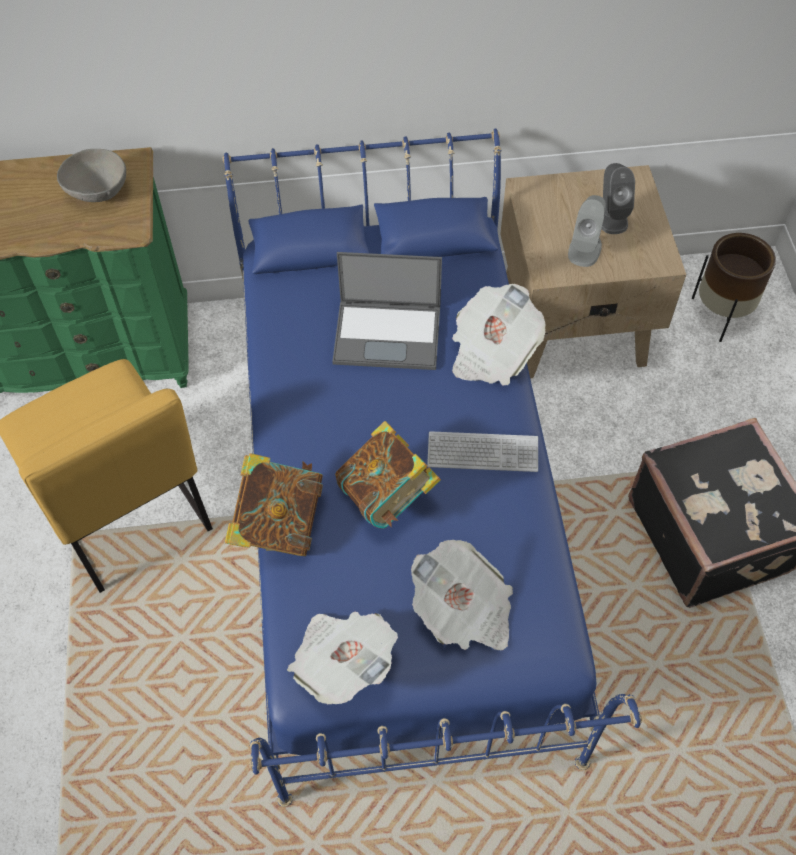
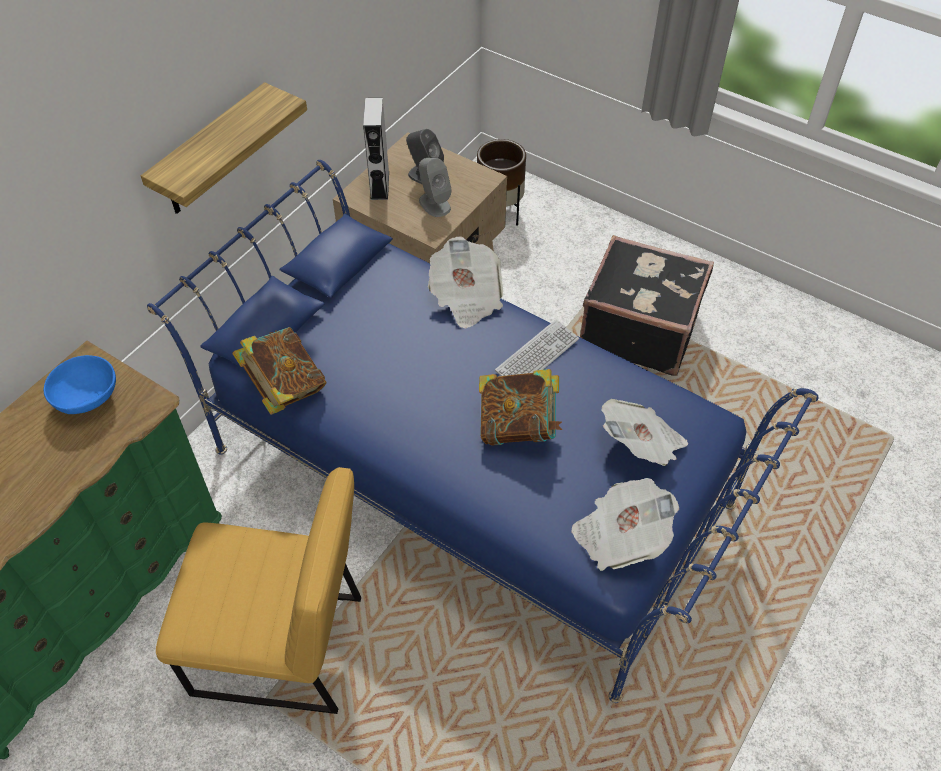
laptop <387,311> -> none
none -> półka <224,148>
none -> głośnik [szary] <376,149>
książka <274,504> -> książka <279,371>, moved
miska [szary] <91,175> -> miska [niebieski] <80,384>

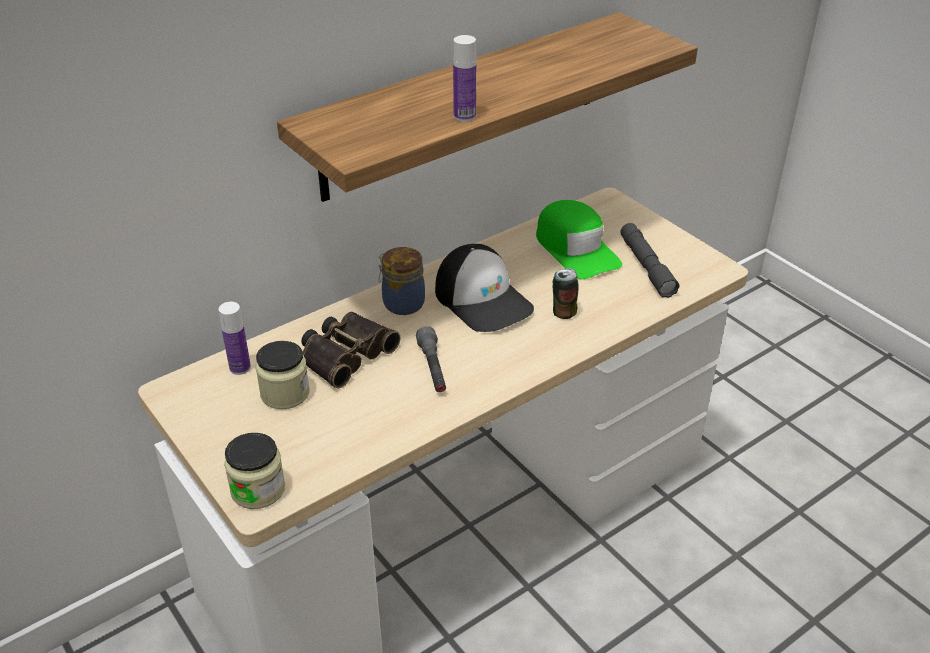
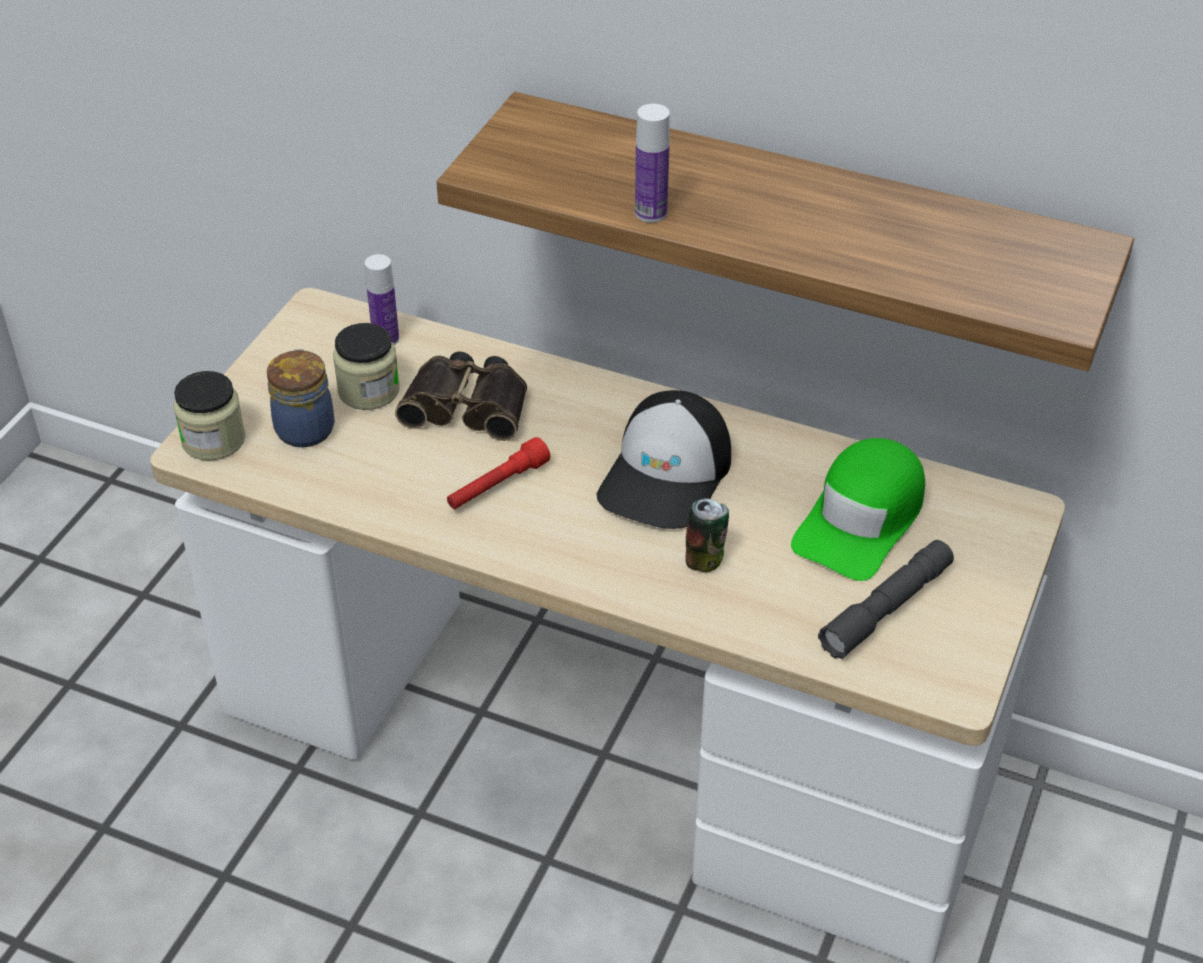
słoik <402,281> -> słoik <301,398>, moved
latarka [szary] <431,359> -> latarka [czerwony] <498,473>

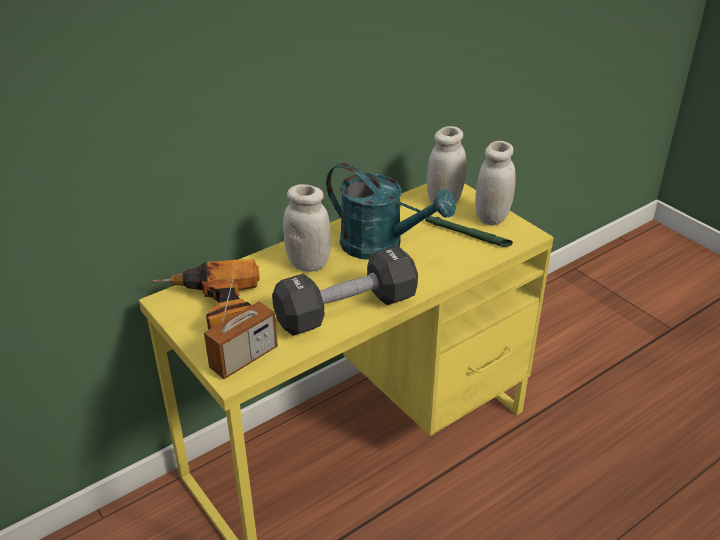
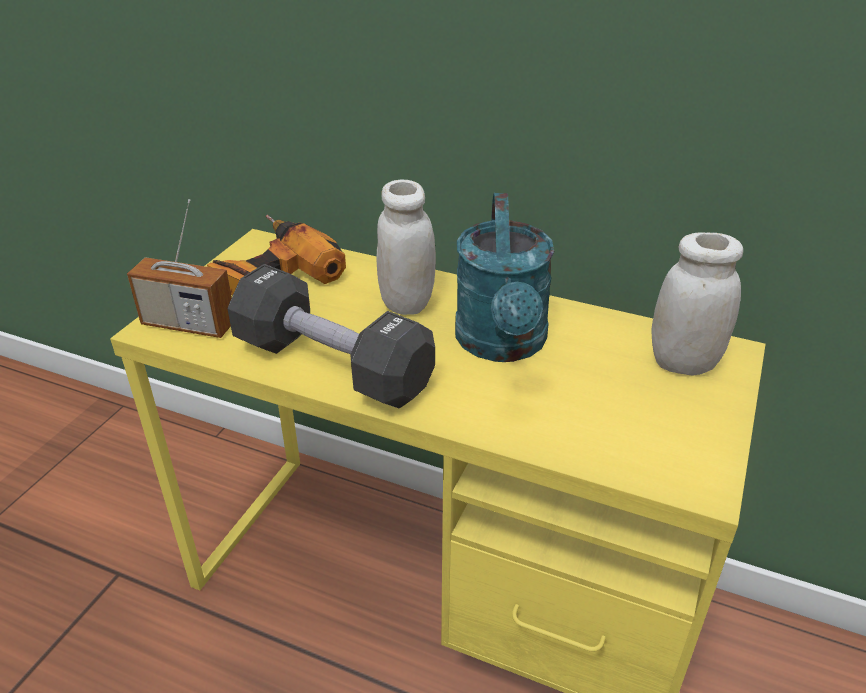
latarka [zielony] <469,231> -> none
słoik [biały] <495,183> -> none

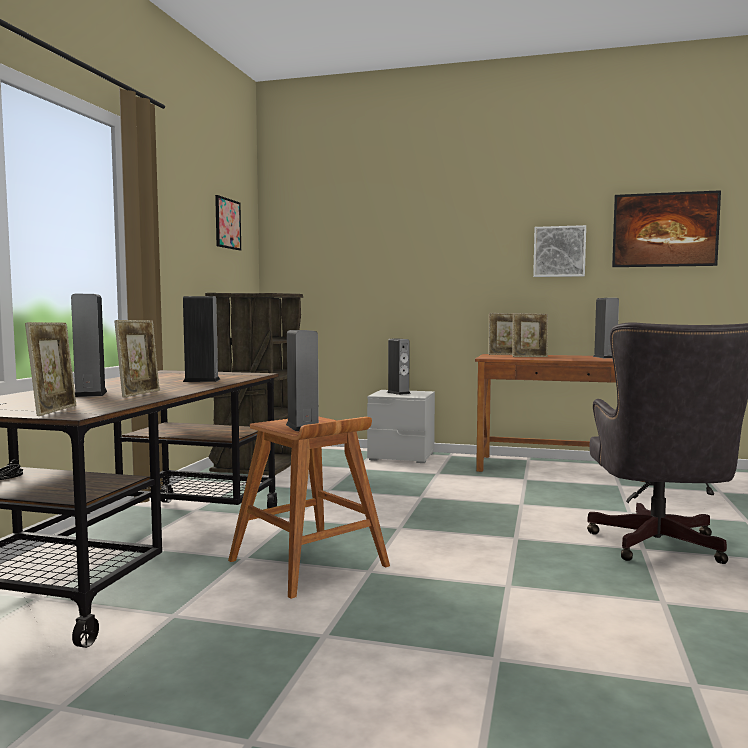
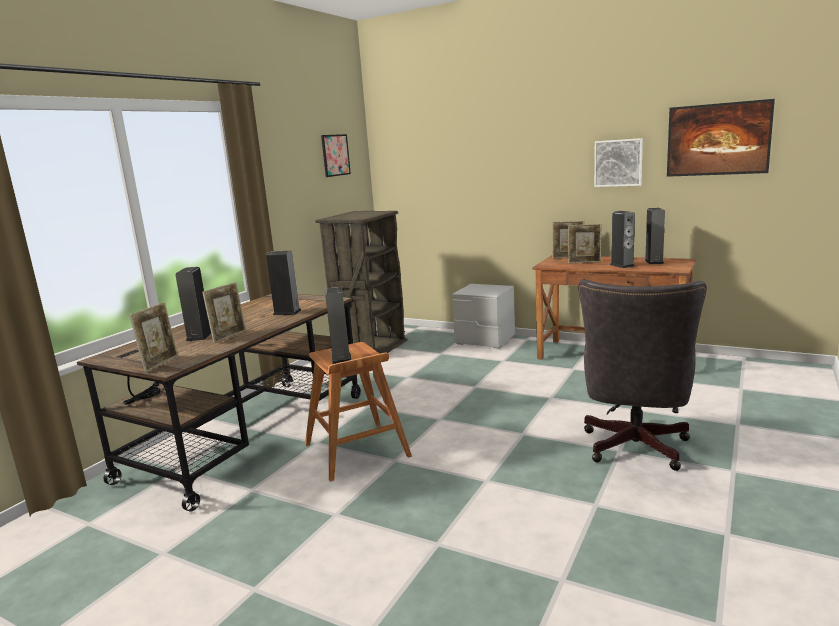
głośnik <399,366> -> głośnik <622,239>, moved

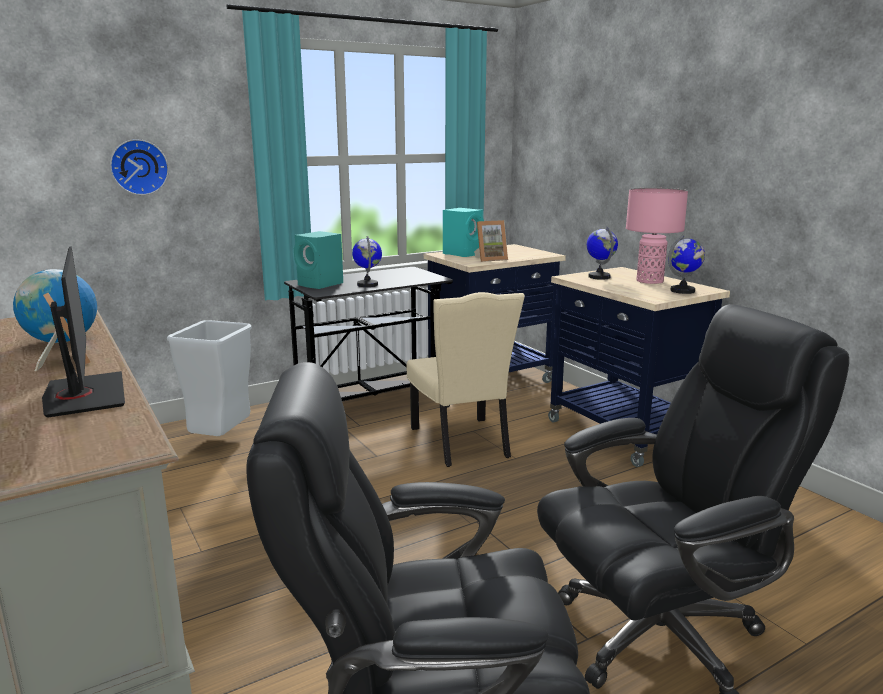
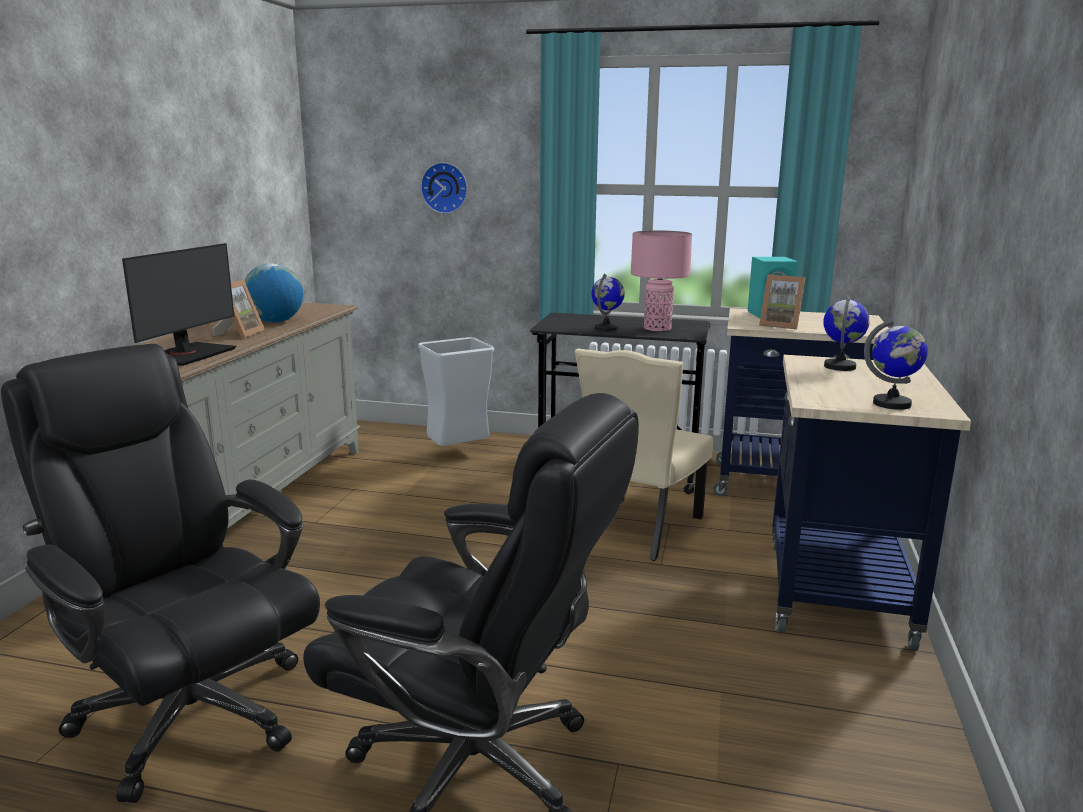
głośnik [turkusowy] <318,260> -> none
lampa stołowa [różowy] <657,236> -> lampa stołowa [różowy] <661,280>, moved

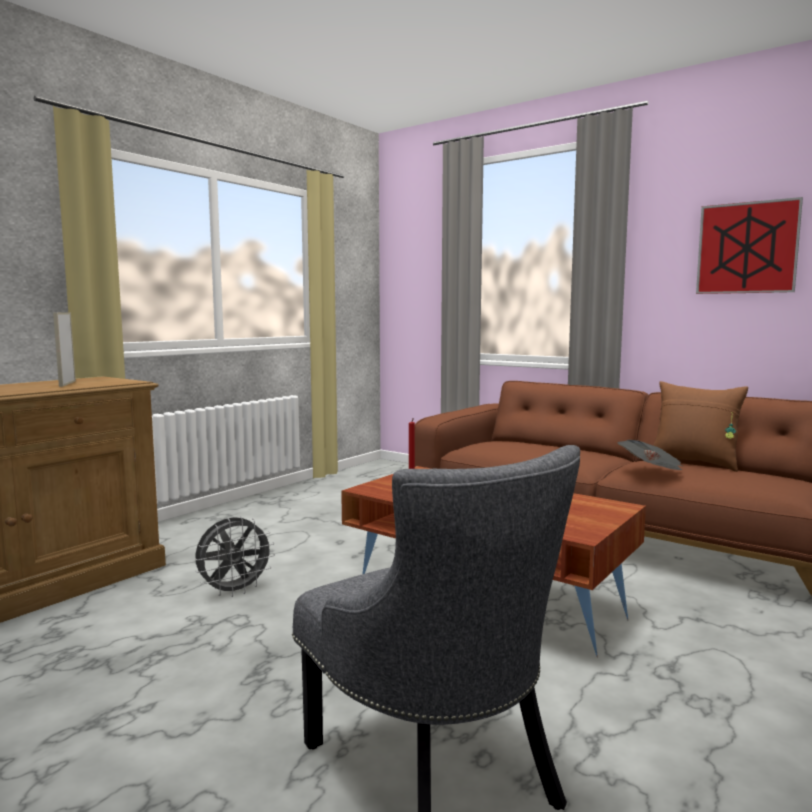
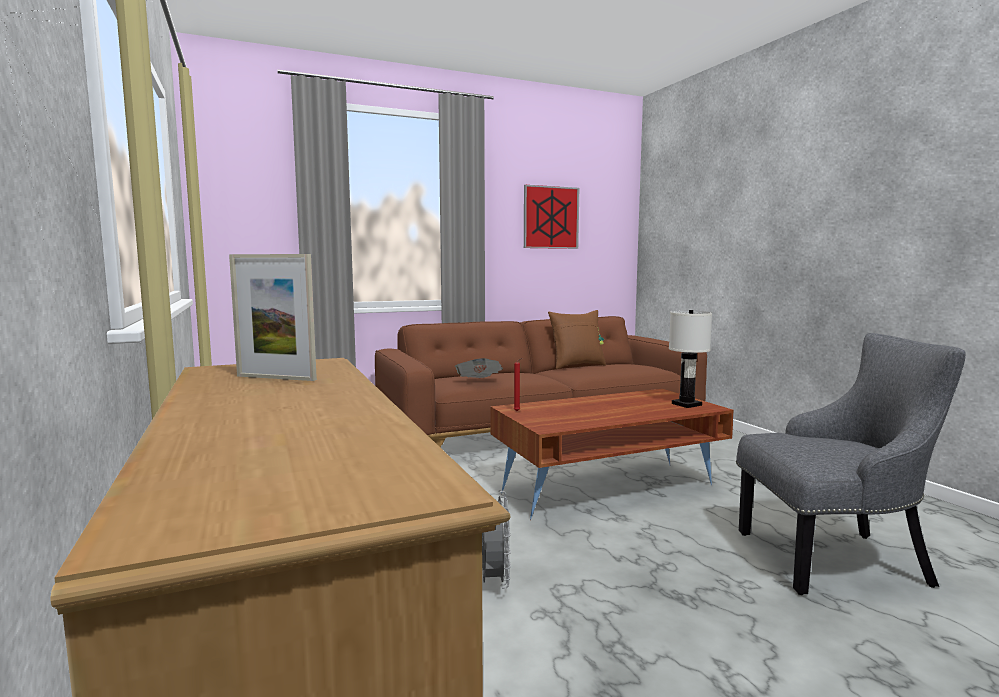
none -> lampa stołowa [biały] <690,359>
gazeta <650,455> -> gazeta <479,368>, moved

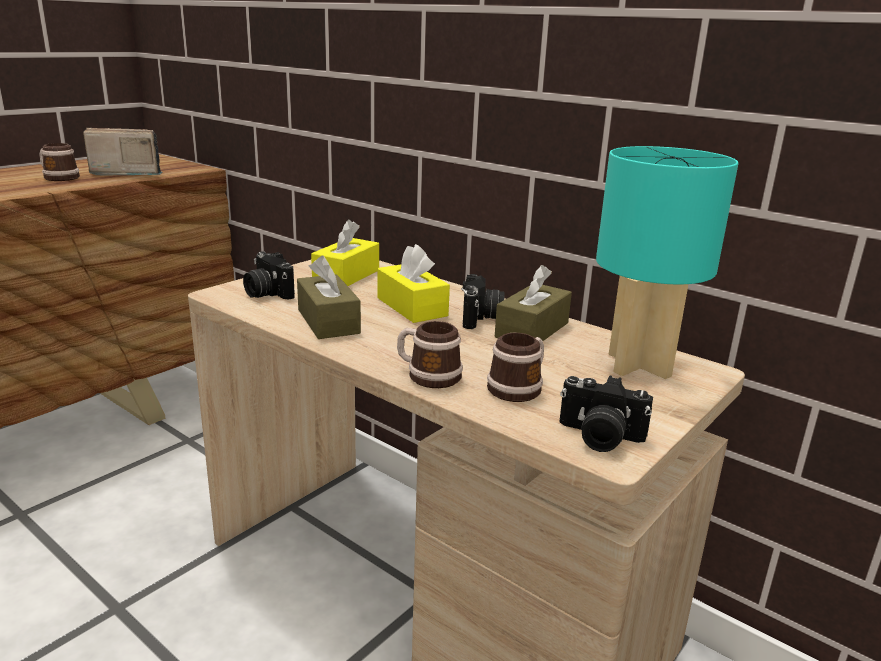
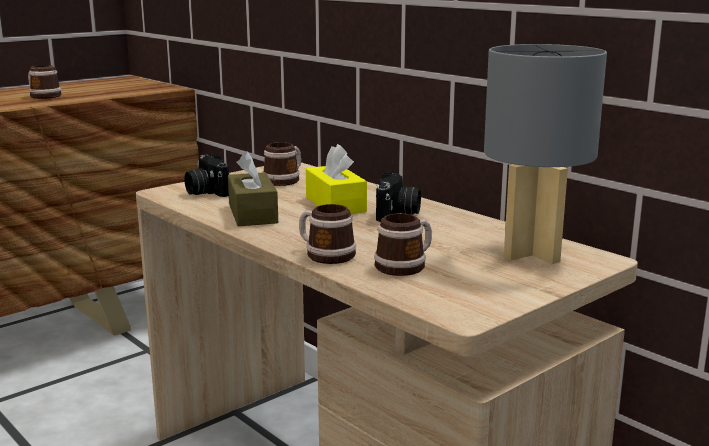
radio <122,151> -> none
pudełko chusteczek [brązowy] <533,303> -> none
aparat fotograficzny <606,414> -> none
pudełko chusteczek [żółty] <345,253> -> kubek <281,164>
lampa stołowa [turkusowy] <667,262> -> lampa stołowa [szary] <545,154>

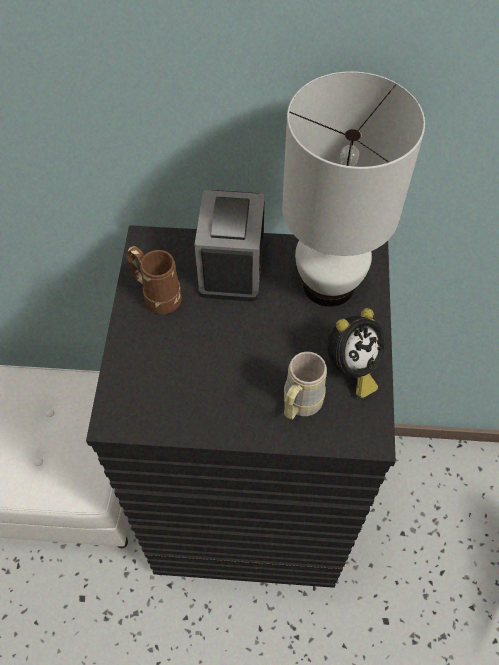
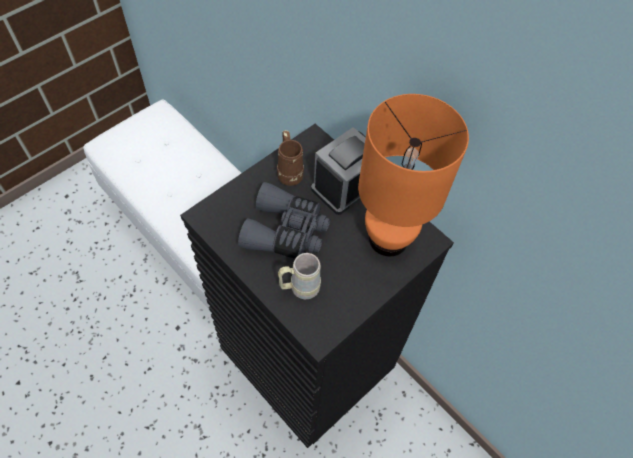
budzik <355,353> -> none
none -> lornetka [szary] <284,220>
lampa stołowa [biały] <353,189> -> lampa stołowa [pomarańczowy] <413,175>

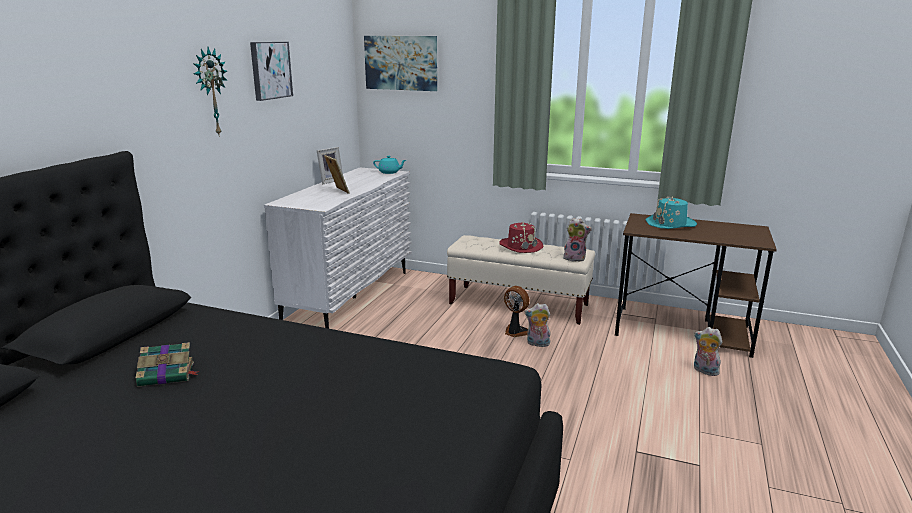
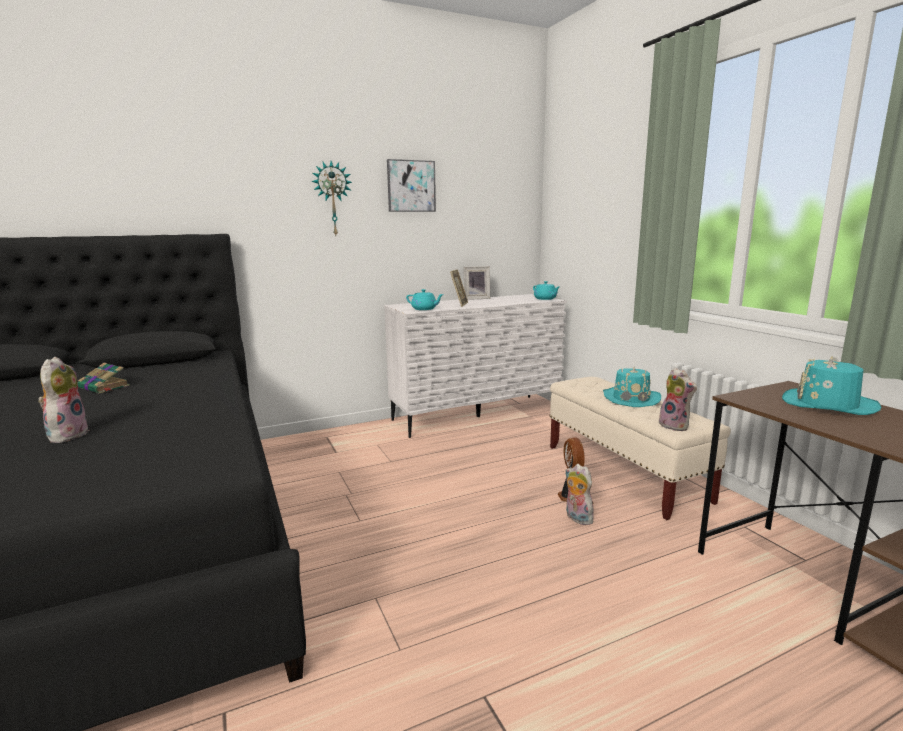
obraz <400,63> -> none
none -> imbryk [turkusowy] <425,299>
pluszak <708,351> -> pluszak <64,400>, moved
kapelusz [czerwony] <521,237> -> kapelusz [turkusowy] <632,387>

